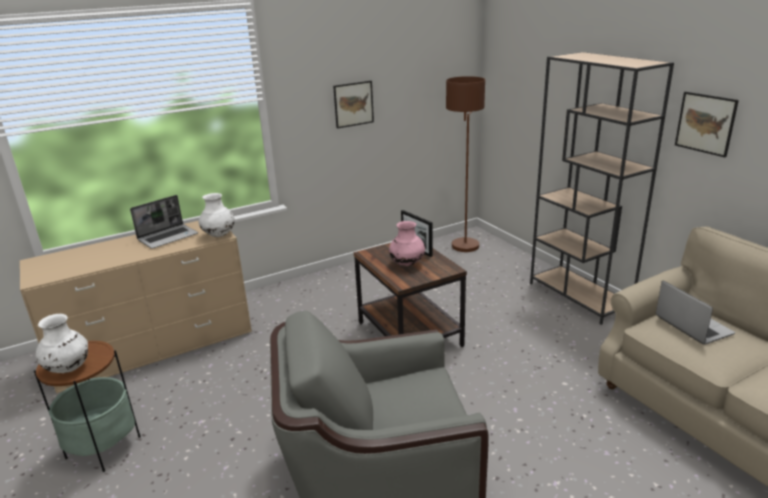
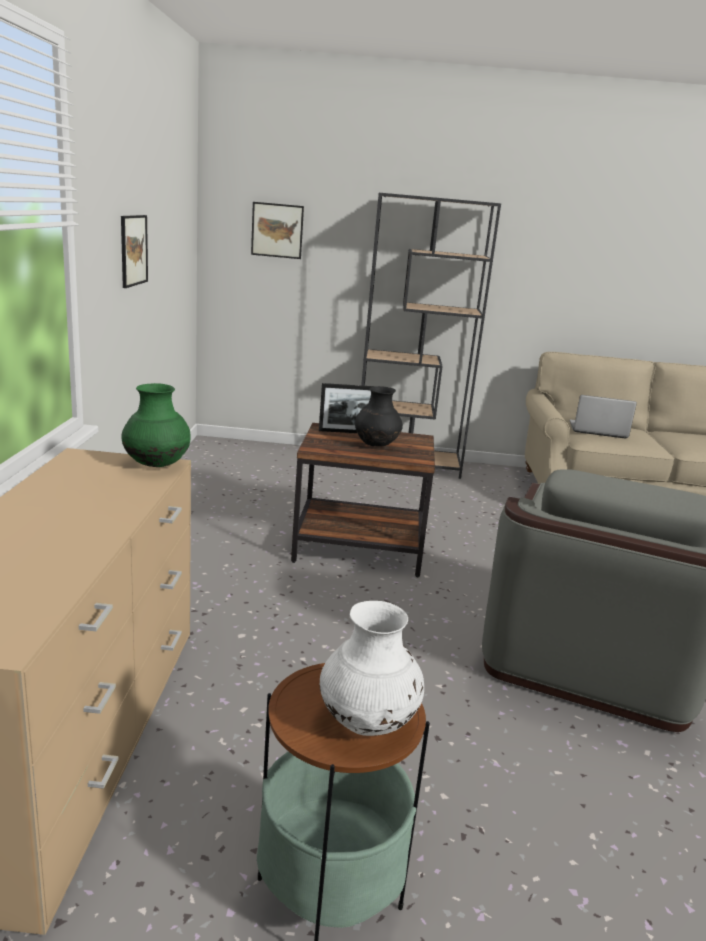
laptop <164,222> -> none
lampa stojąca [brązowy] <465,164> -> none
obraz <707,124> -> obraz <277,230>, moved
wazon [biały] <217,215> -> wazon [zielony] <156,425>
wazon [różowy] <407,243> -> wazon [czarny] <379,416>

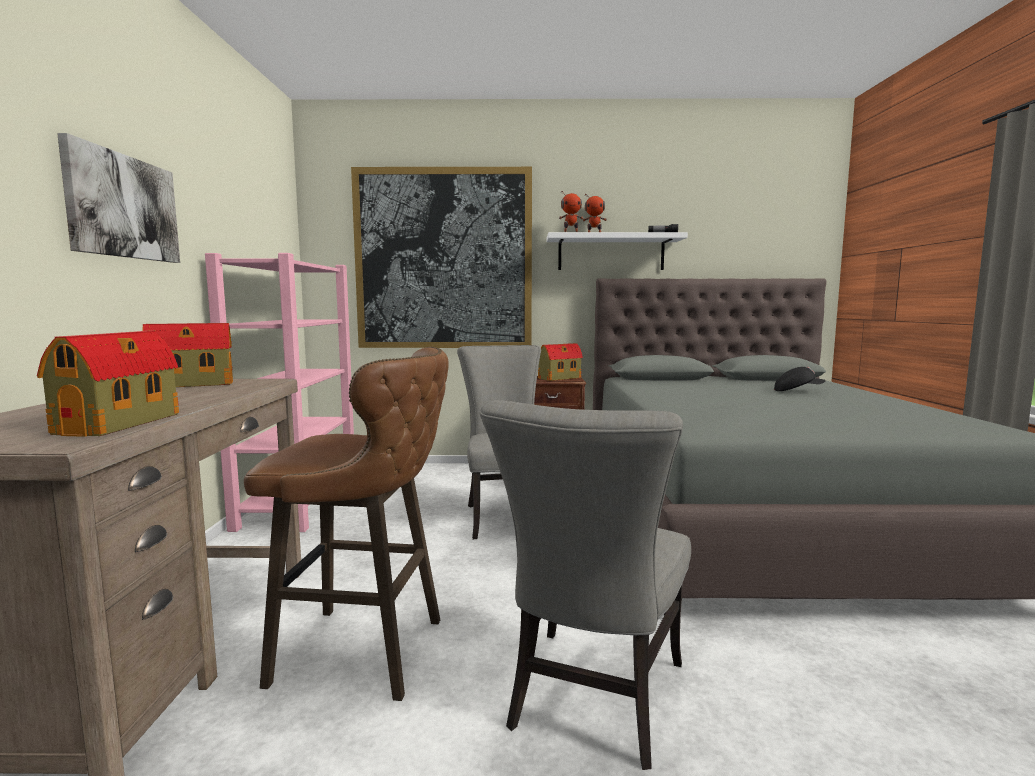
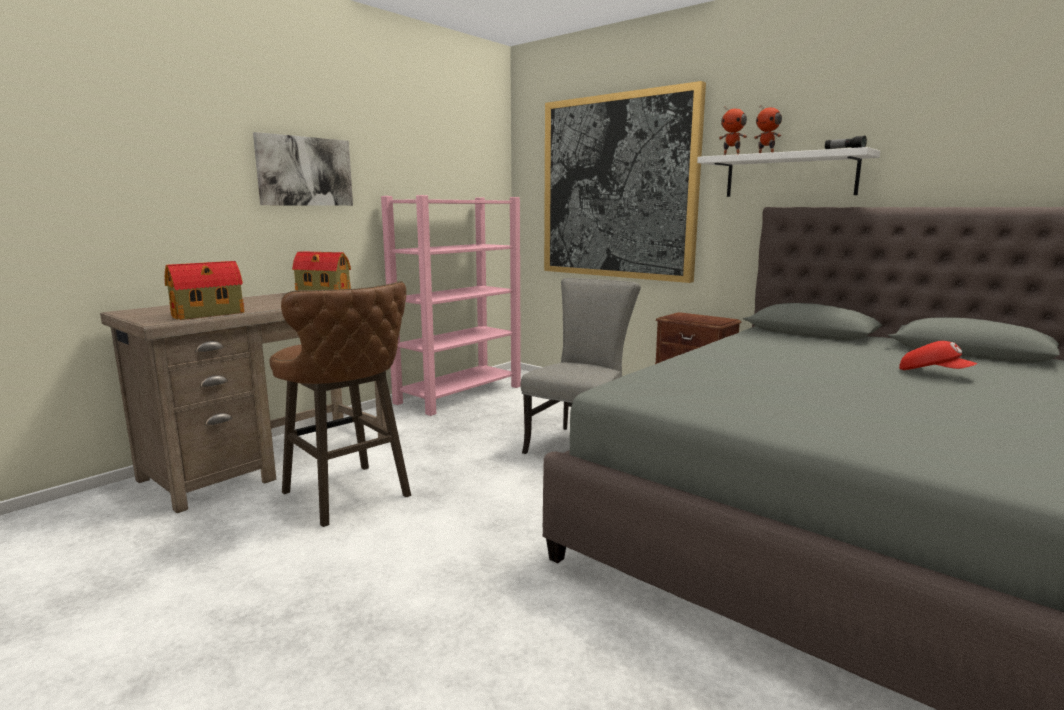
krzesło [szary] <585,585> -> none
domek <560,362> -> none
czapka z daszkiem [czarny] <800,379> -> czapka z daszkiem [czerwony] <938,355>

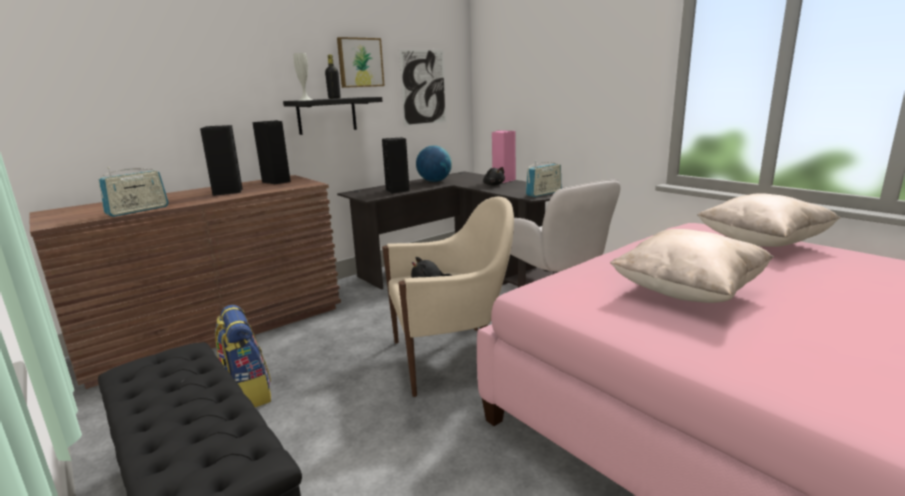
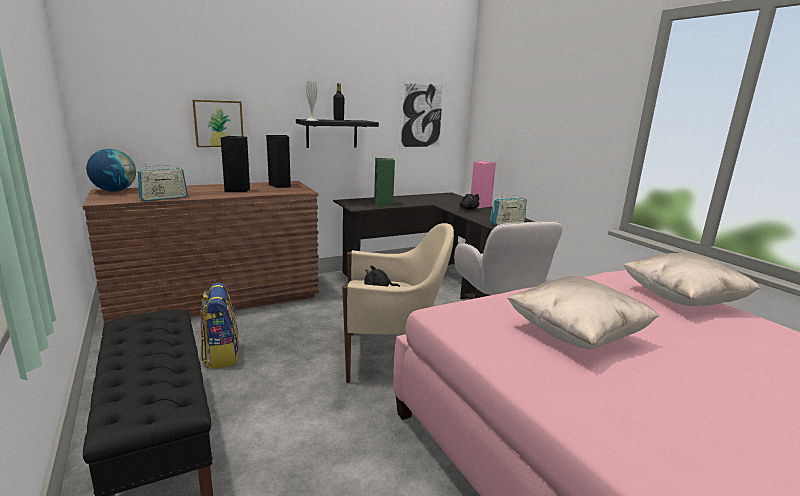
obraz <361,62> -> obraz <217,123>, moved
globus <434,163> -> globus <111,170>, moved
głośnik [czarny] <396,166> -> głośnik [zielony] <384,182>

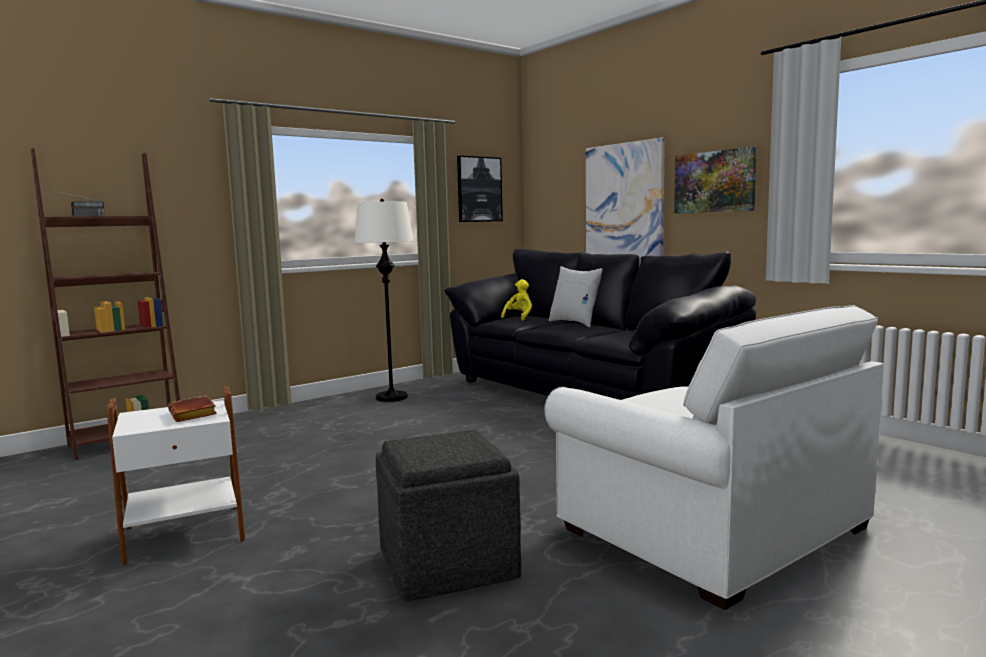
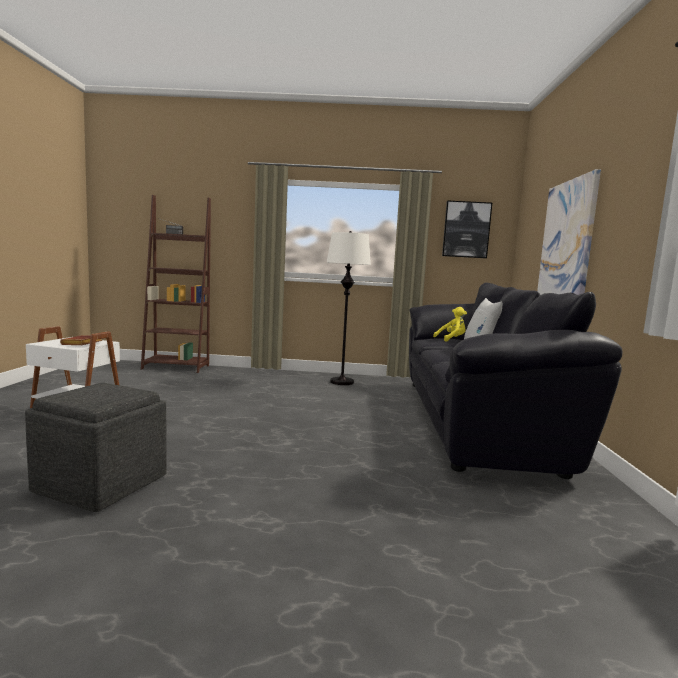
fotel [biały] <714,457> -> none
obraz <715,180> -> none

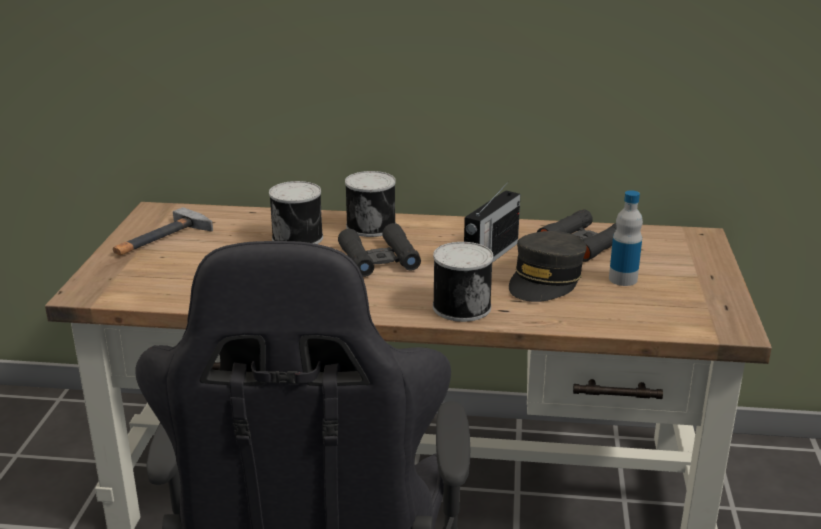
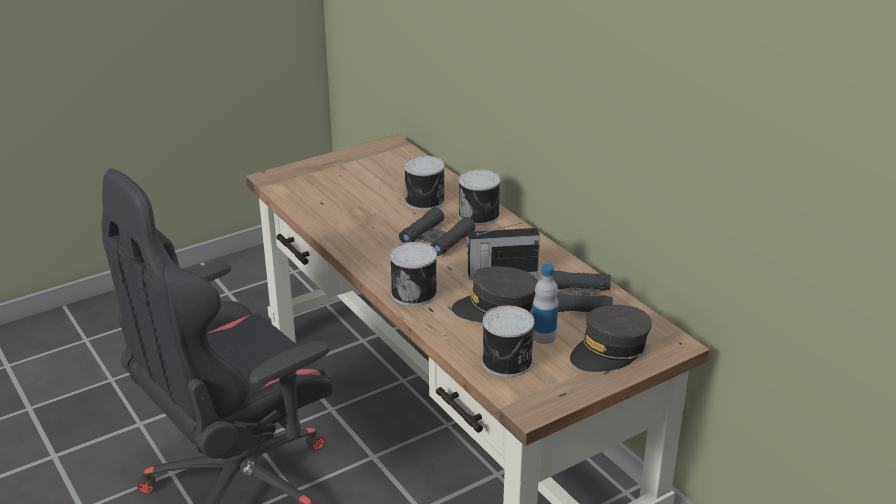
młotek <163,231> -> none
none -> puszka <508,341>
none -> czapka z daszkiem [szary] <611,338>

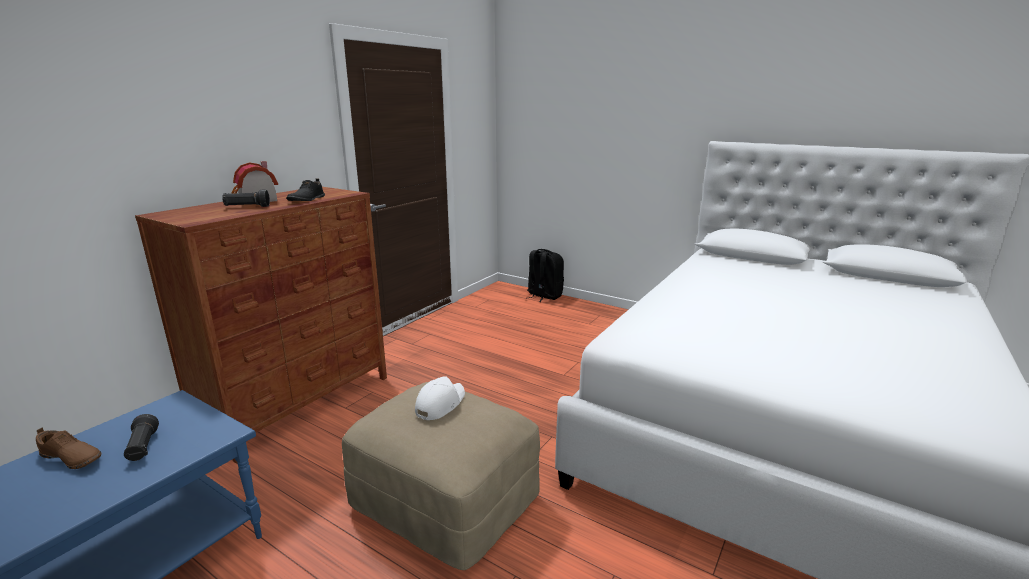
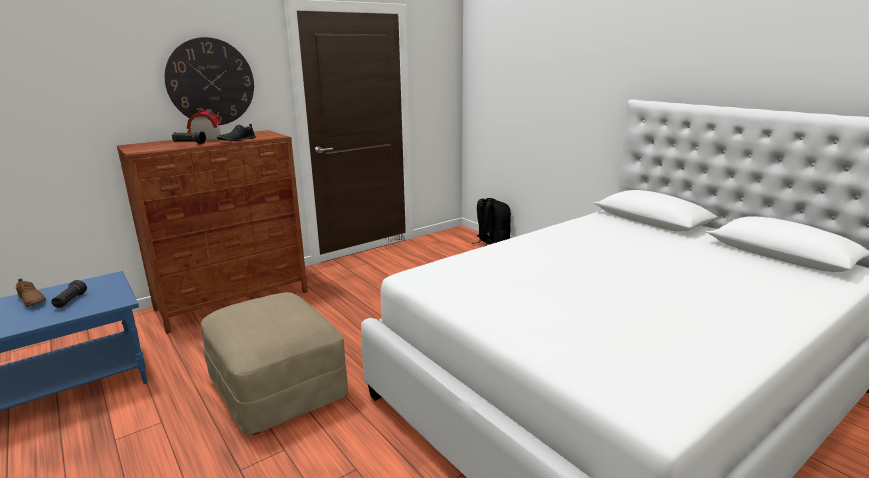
czapka z daszkiem [biały] <440,398> -> none
none -> zegar ścienny <209,81>

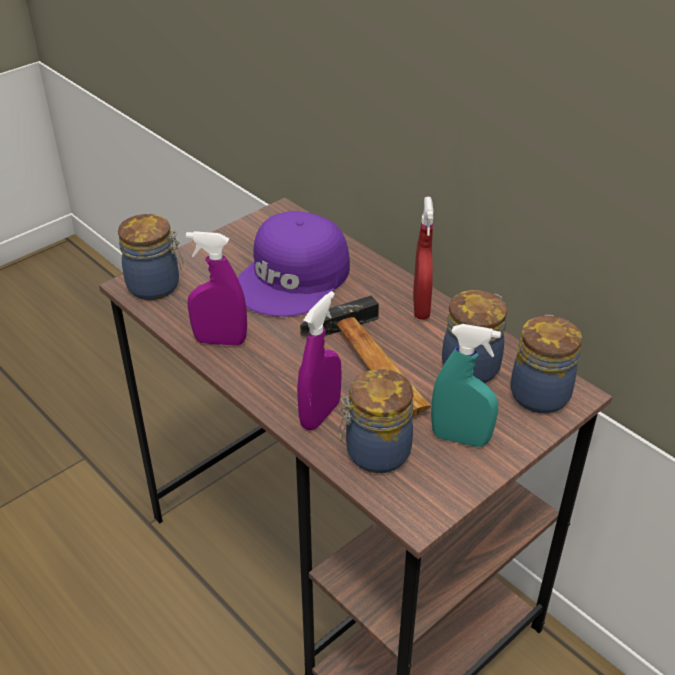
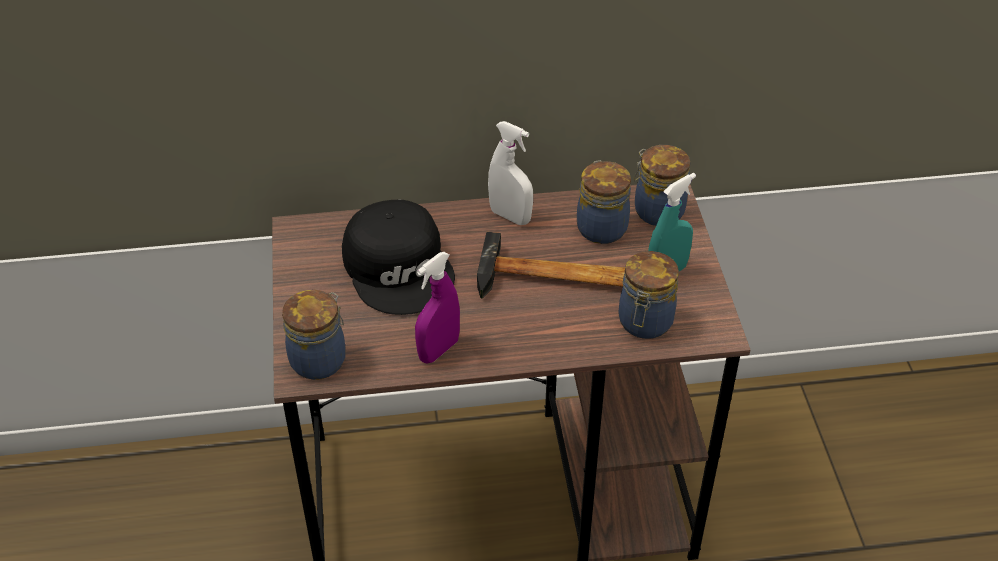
spryskiwacz [fioletowy] <319,360> -> none
czapka z daszkiem [fioletowy] <294,264> -> czapka z daszkiem [czarny] <398,257>
spryskiwacz [czerwony] <423,258> -> spryskiwacz [biały] <510,173>

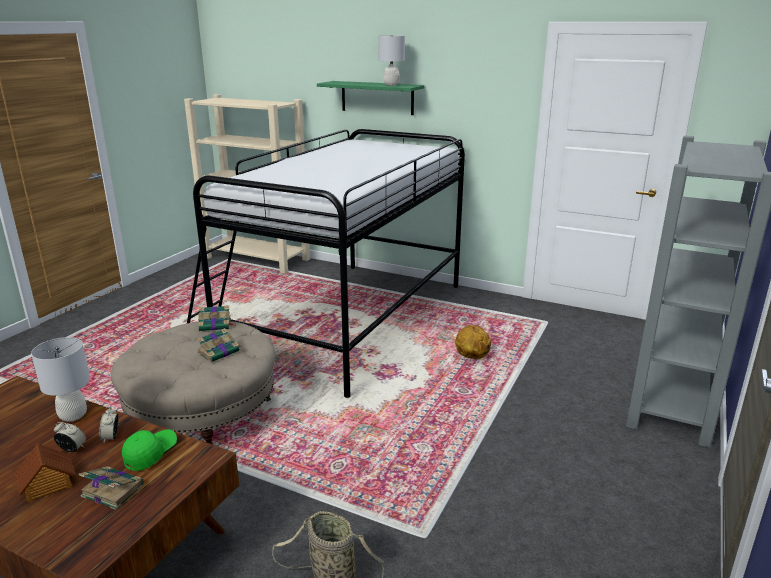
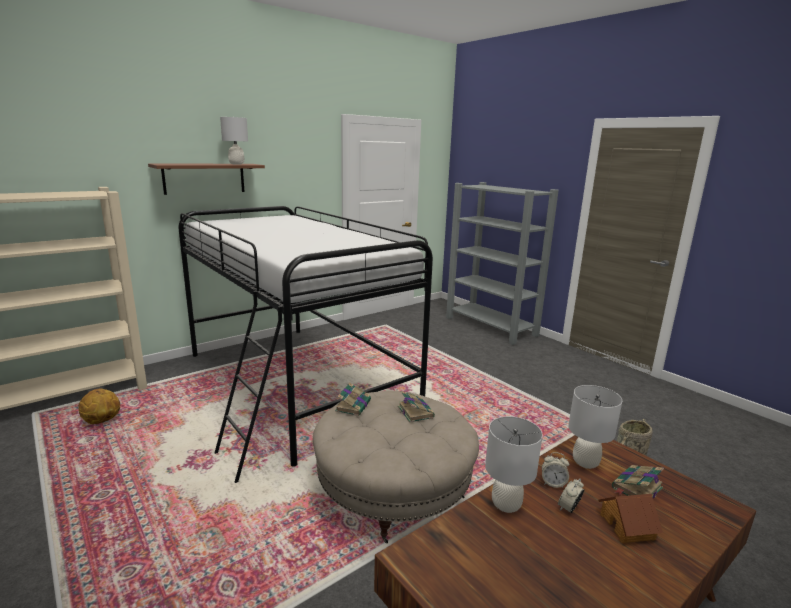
piłka do koszykówki <473,342> -> piłka do koszykówki <99,406>, moved
czapka z daszkiem [zielony] <149,450> -> lampa stołowa [szary] <595,427>
półka [zielony] <370,98> -> półka [brązowy] <206,179>

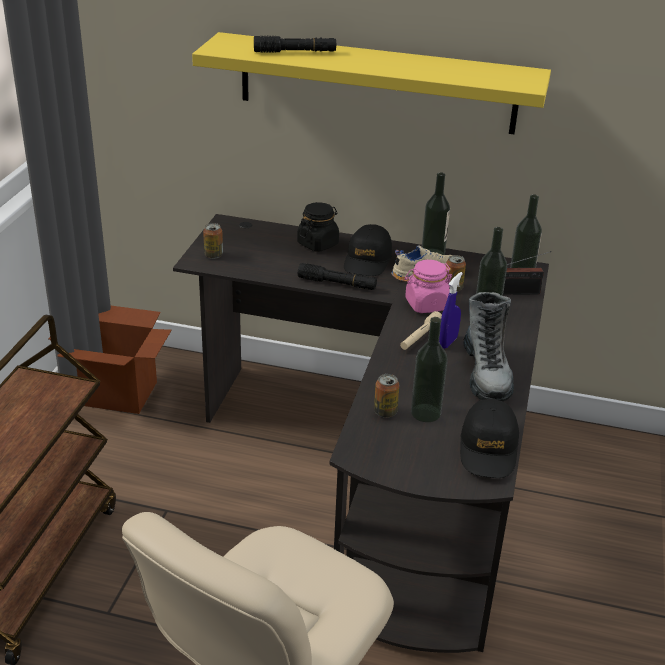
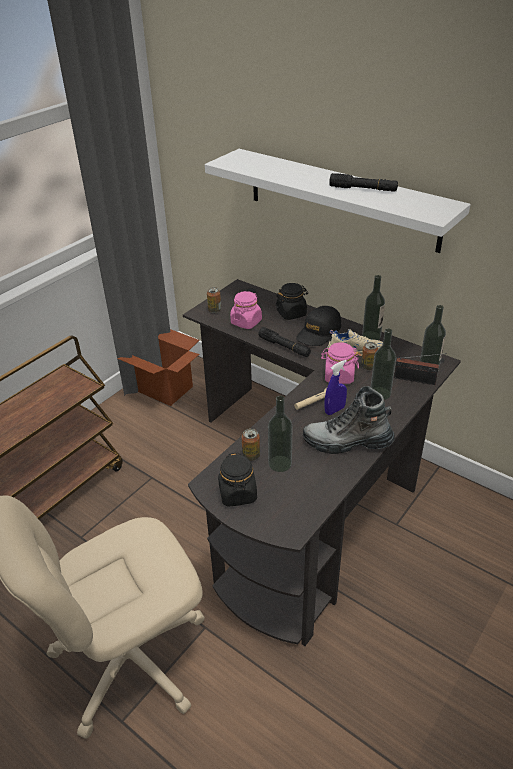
czapka z daszkiem [czarny] <489,438> -> none
none -> słoik [czarny] <237,479>
none -> słoik [różowy] <246,310>
latarka [czarny] <295,44> -> latarka [czarny] <363,182>, moved
półka [żółty] <371,83> -> półka [biały] <338,201>
but z cholewką <488,346> -> but z cholewką <349,420>, 75 degrees clockwise

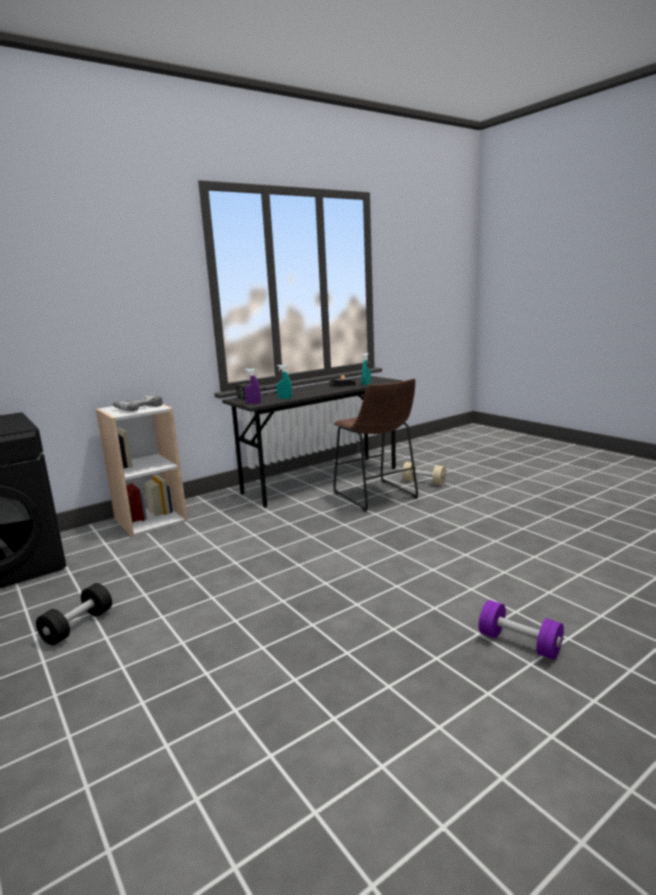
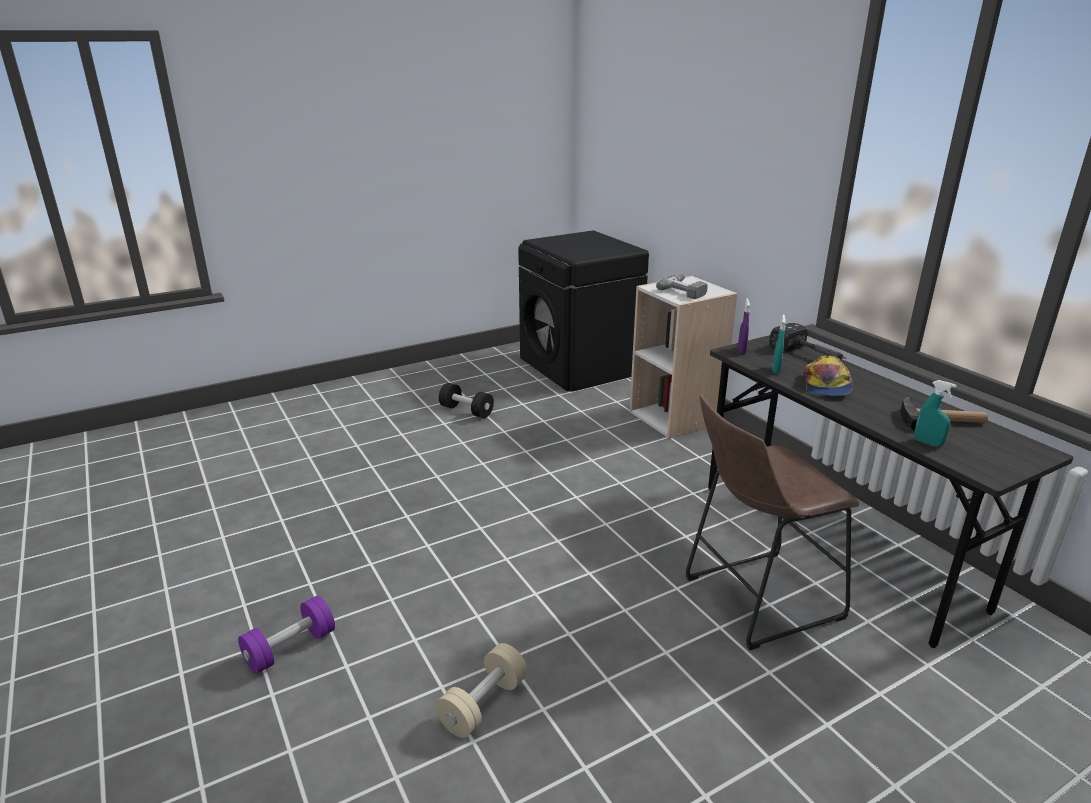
none -> czapka z daszkiem <828,376>
hantel [beżowy] <424,473> -> hantel [beżowy] <482,690>, moved

